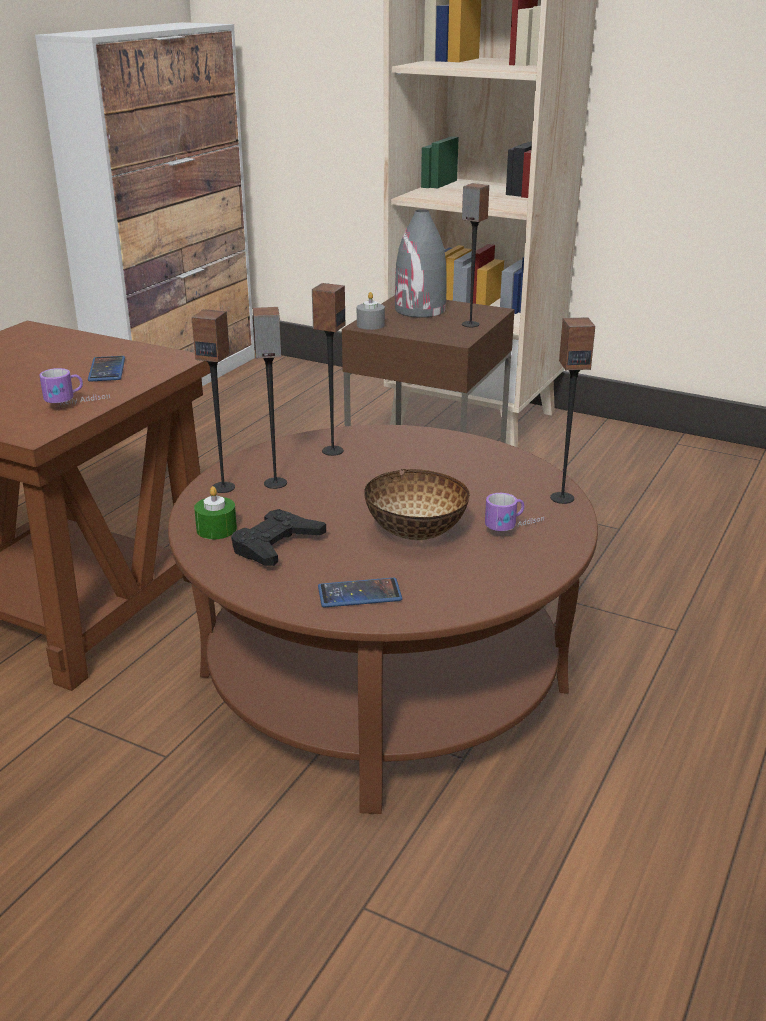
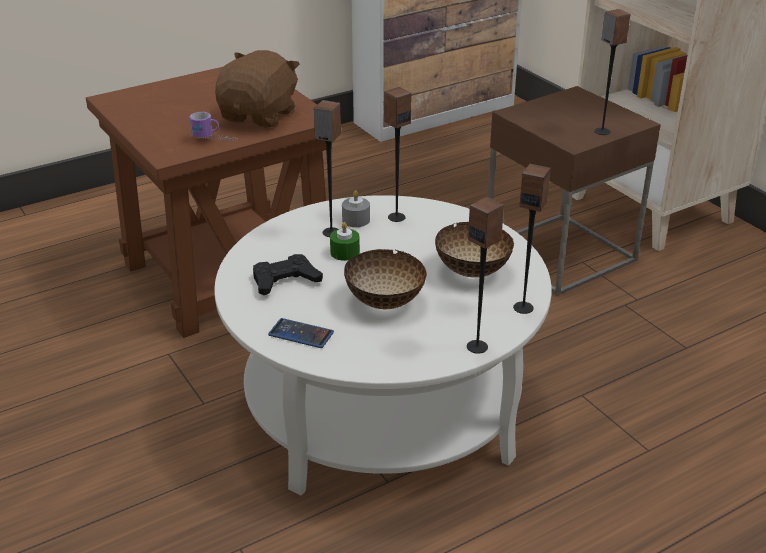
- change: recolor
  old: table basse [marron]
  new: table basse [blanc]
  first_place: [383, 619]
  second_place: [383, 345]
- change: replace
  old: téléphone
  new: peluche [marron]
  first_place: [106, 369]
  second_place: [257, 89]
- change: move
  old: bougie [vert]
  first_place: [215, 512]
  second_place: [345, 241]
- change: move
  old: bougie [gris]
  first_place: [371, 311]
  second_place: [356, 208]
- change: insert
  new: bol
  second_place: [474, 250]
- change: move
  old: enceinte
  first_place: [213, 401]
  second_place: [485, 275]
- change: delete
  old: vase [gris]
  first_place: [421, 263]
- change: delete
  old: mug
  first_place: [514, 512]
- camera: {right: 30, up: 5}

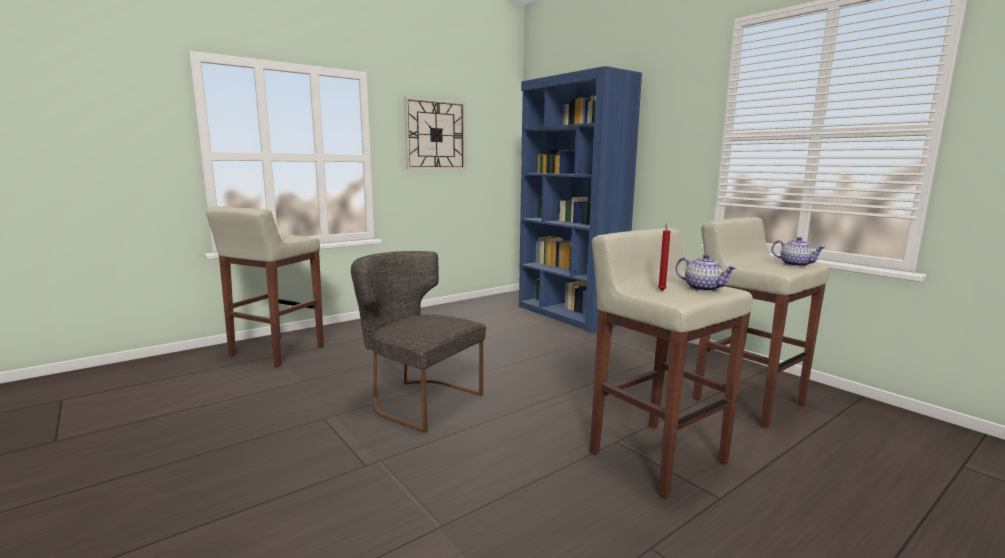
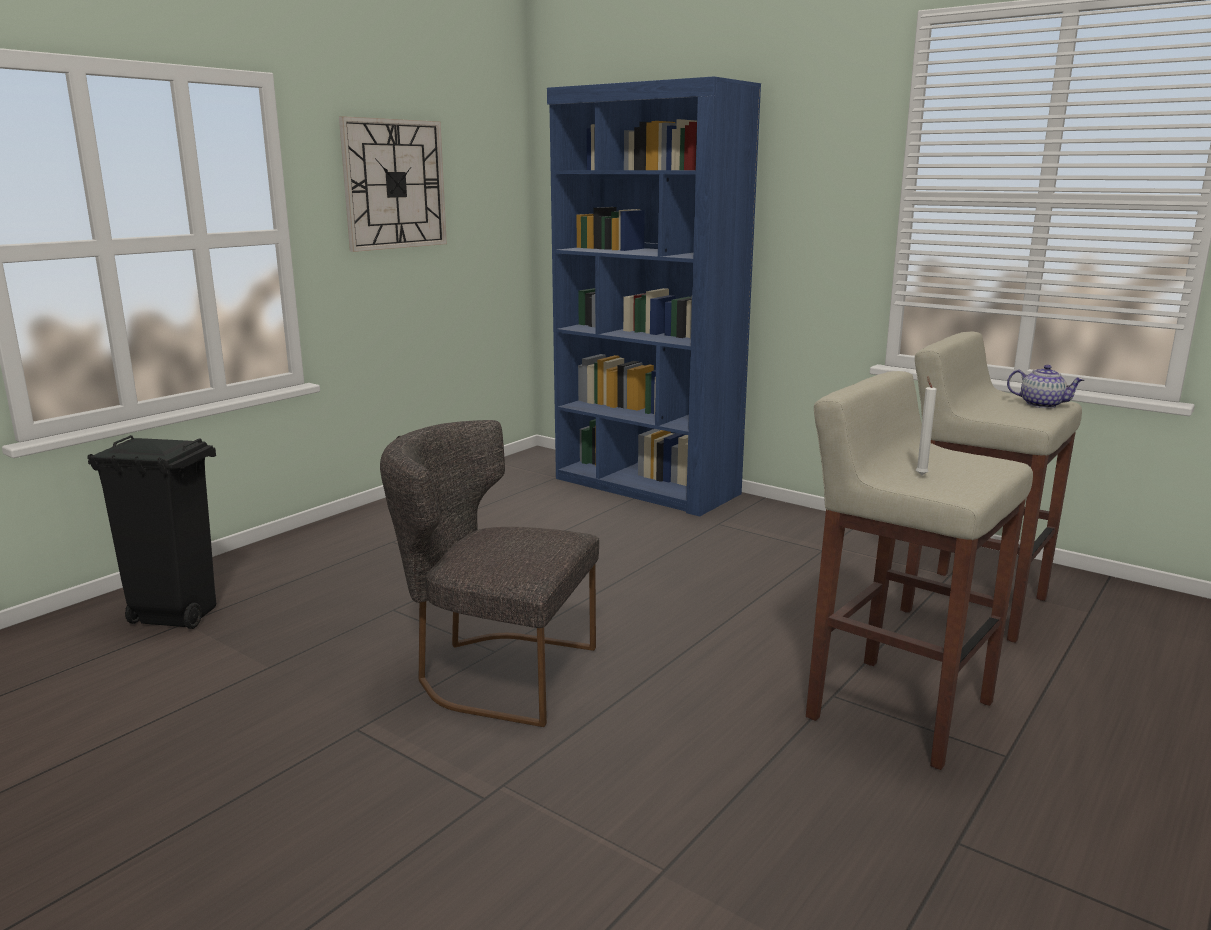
- change: replace
  old: tabouret [beige]
  new: poubelle [noir]
  first_place: [264, 286]
  second_place: [151, 532]
- change: recolor
  old: bougie [rouge]
  new: bougie [blanc]
  first_place: [664, 257]
  second_place: [926, 426]
- change: delete
  old: théière
  first_place: [706, 273]
- camera: {right: -15, up: 5}

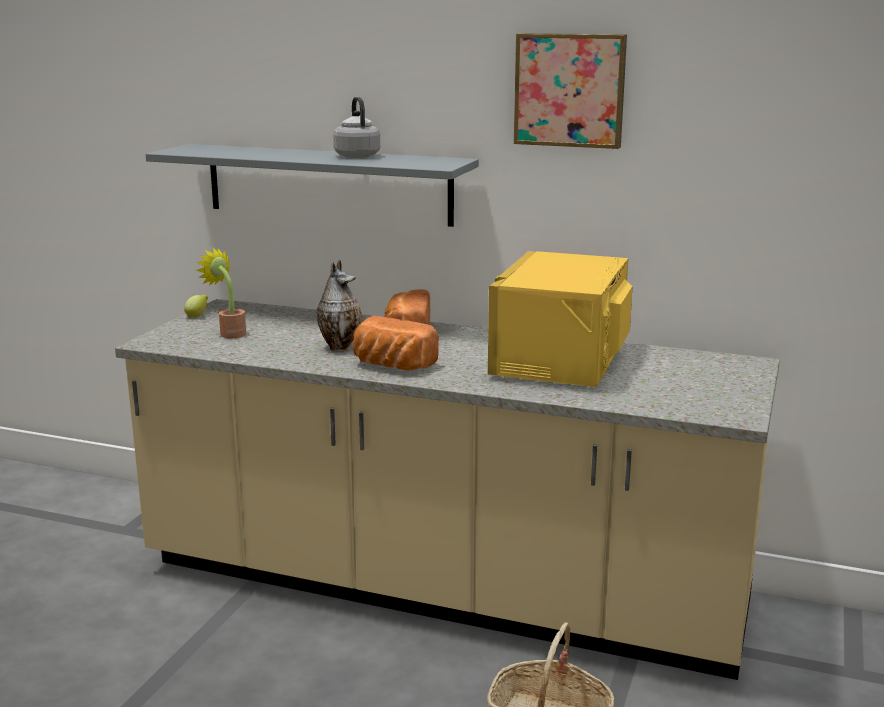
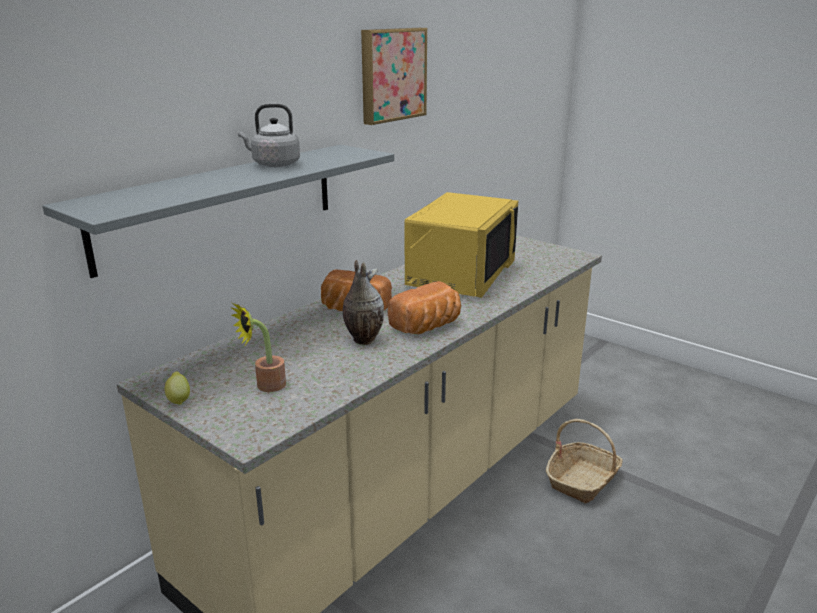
- change: rotate
  old: micro-ondes [jaune]
  first_place: [560, 319]
  second_place: [461, 245]
  degrees: -105
- camera: {right: -70, up: 5}

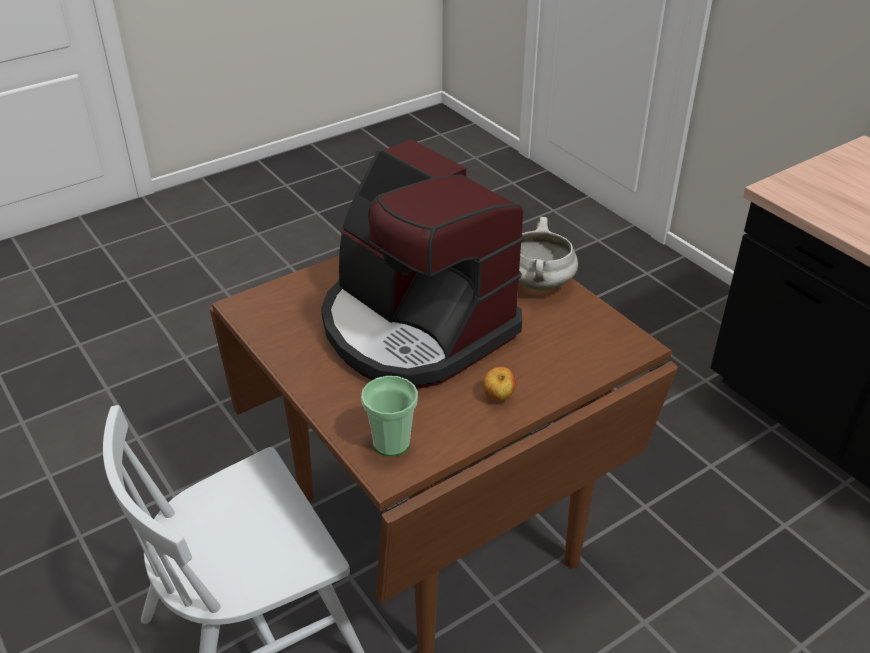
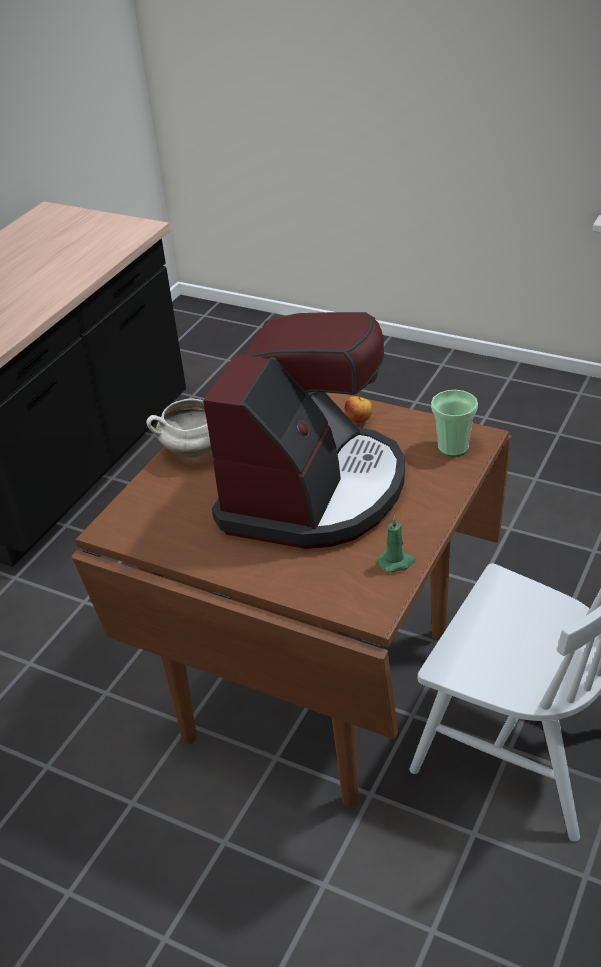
- change: insert
  new: bougie [vert]
  second_place: [397, 544]
- camera: {right: -115, up: 0}

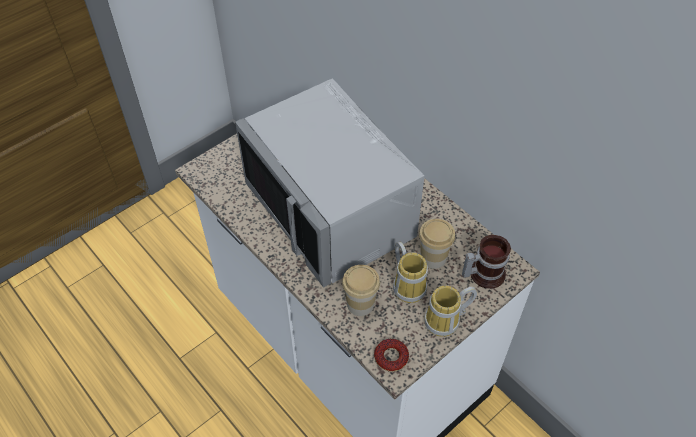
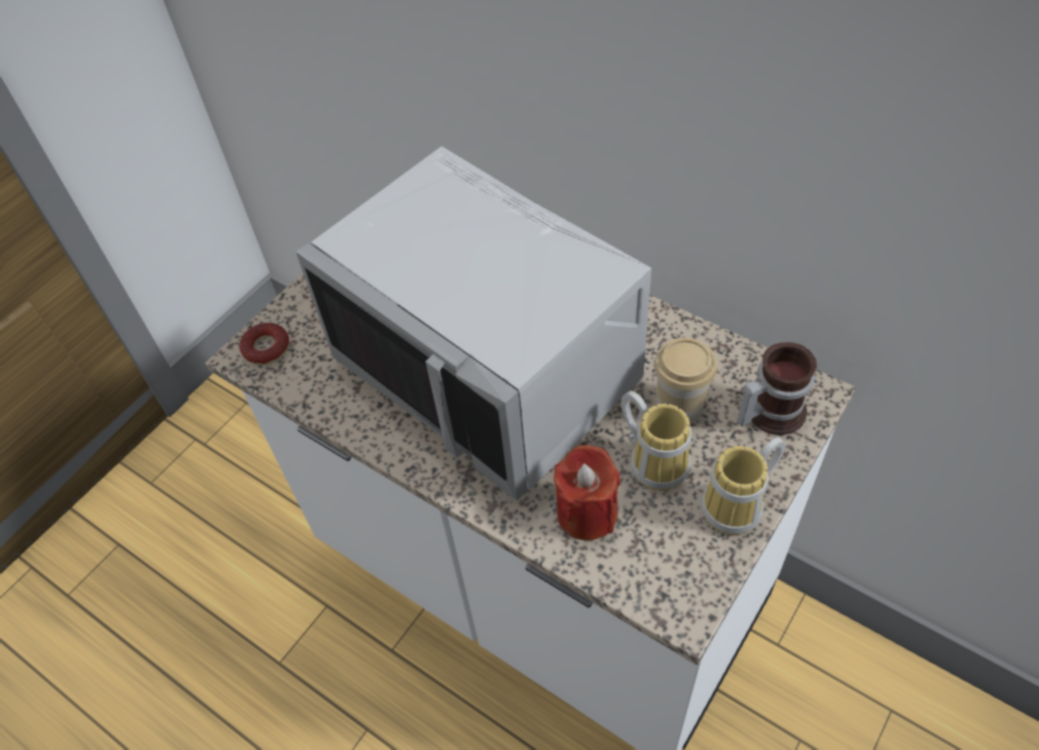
- change: move
  old: beignet
  first_place: [391, 355]
  second_place: [264, 344]
- change: replace
  old: tasse
  new: bougie [rouge]
  first_place: [361, 290]
  second_place: [587, 492]
- camera: {right: -10, up: 0}

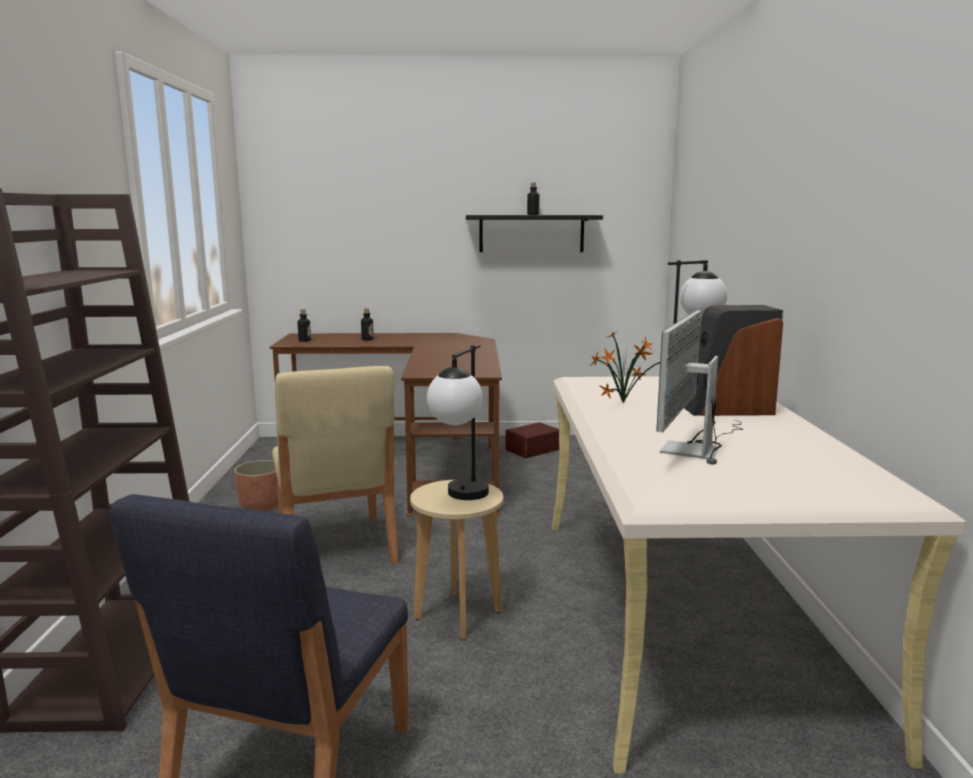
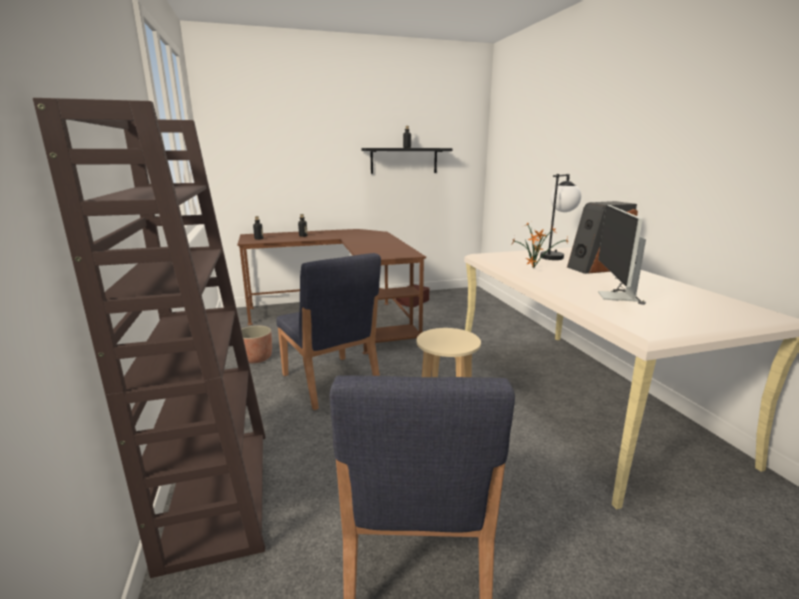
- change: recolor
  old: chaise [beige]
  new: chaise [bleu]
  first_place: [335, 465]
  second_place: [328, 331]
- change: delete
  old: lampe de table
  first_place: [458, 422]
- camera: {right: -15, up: 5}

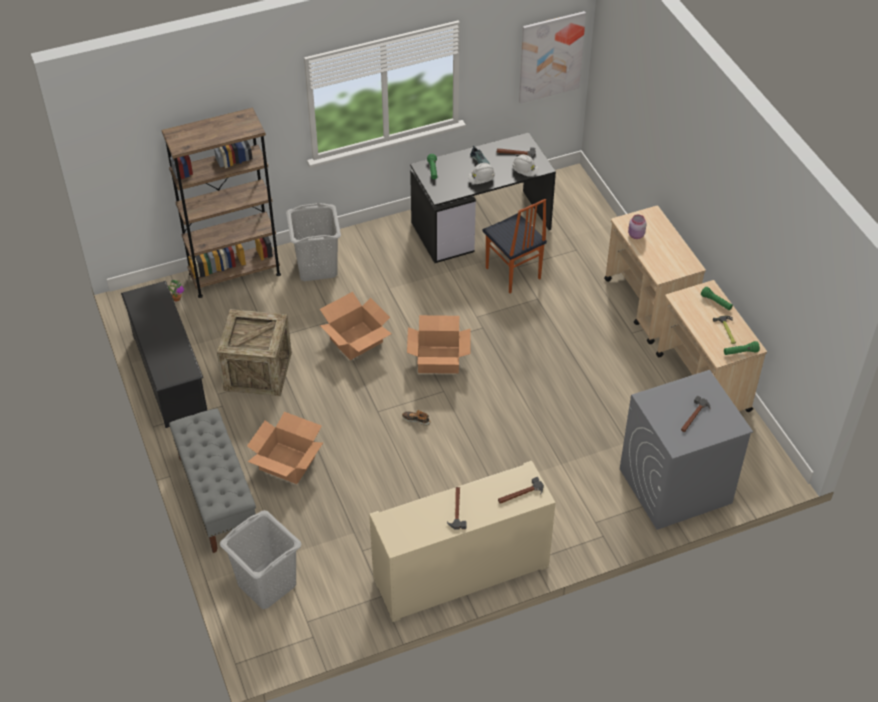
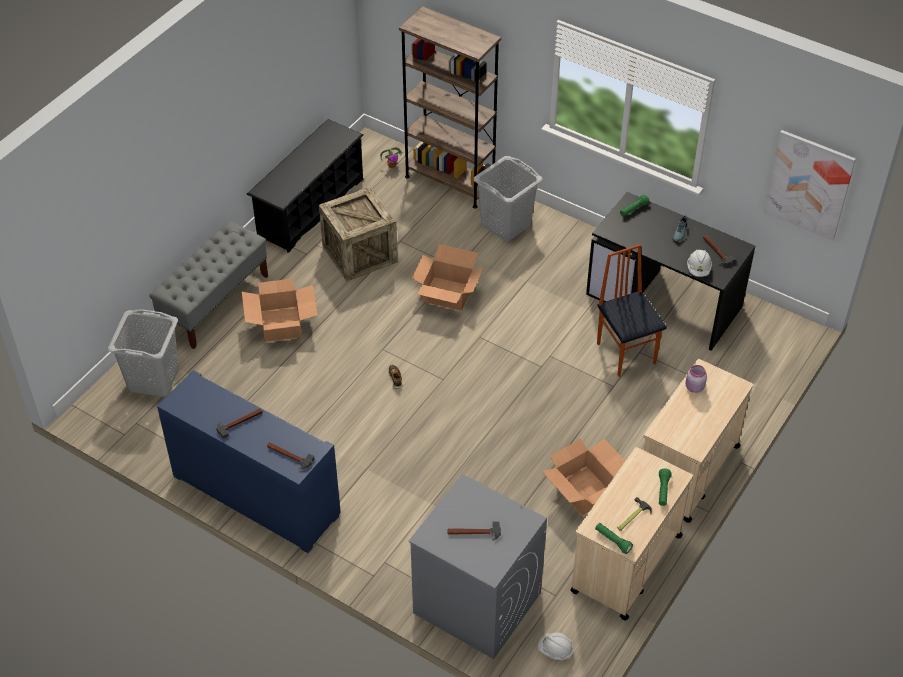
- change: recolor
  old: meuble de rangement [beige]
  new: meuble de rangement [bleu]
  first_place: [462, 541]
  second_place: [249, 461]
- change: move
  old: casque de chantier [blanc]
  first_place: [481, 173]
  second_place: [556, 646]
- change: move
  old: carton
  first_place: [439, 344]
  second_place: [583, 477]
- change: rotate
  old: chaise
  first_place: [515, 246]
  second_place: [632, 310]
  degrees: 135
- camera: {right: 55, up: 0}

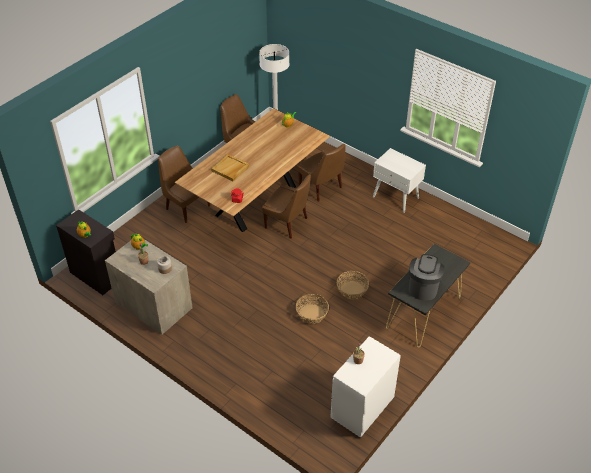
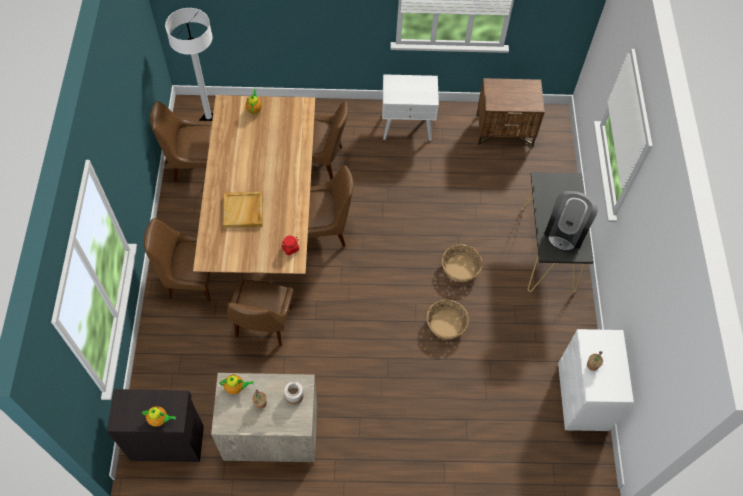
- change: insert
  new: chaise [marron]
  second_place: [260, 312]
- change: insert
  new: table de chevet [marron]
  second_place: [510, 112]
- change: rotate
  old: machine à café
  first_place: [426, 277]
  second_place: [571, 221]
  degrees: -135
- camera: {right: -40, up: 15}

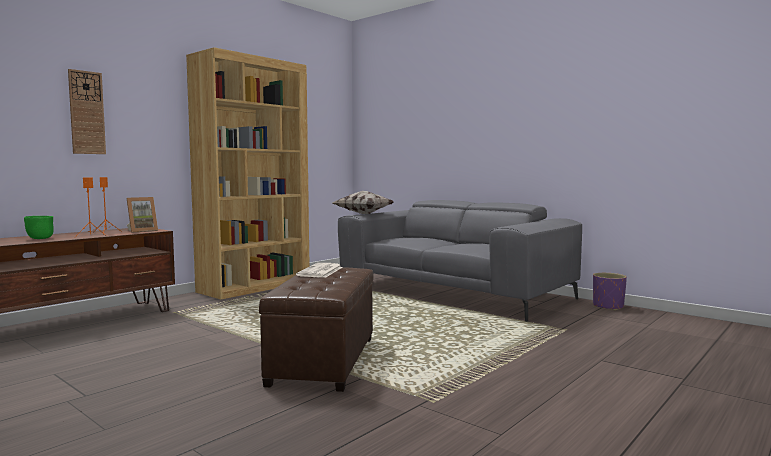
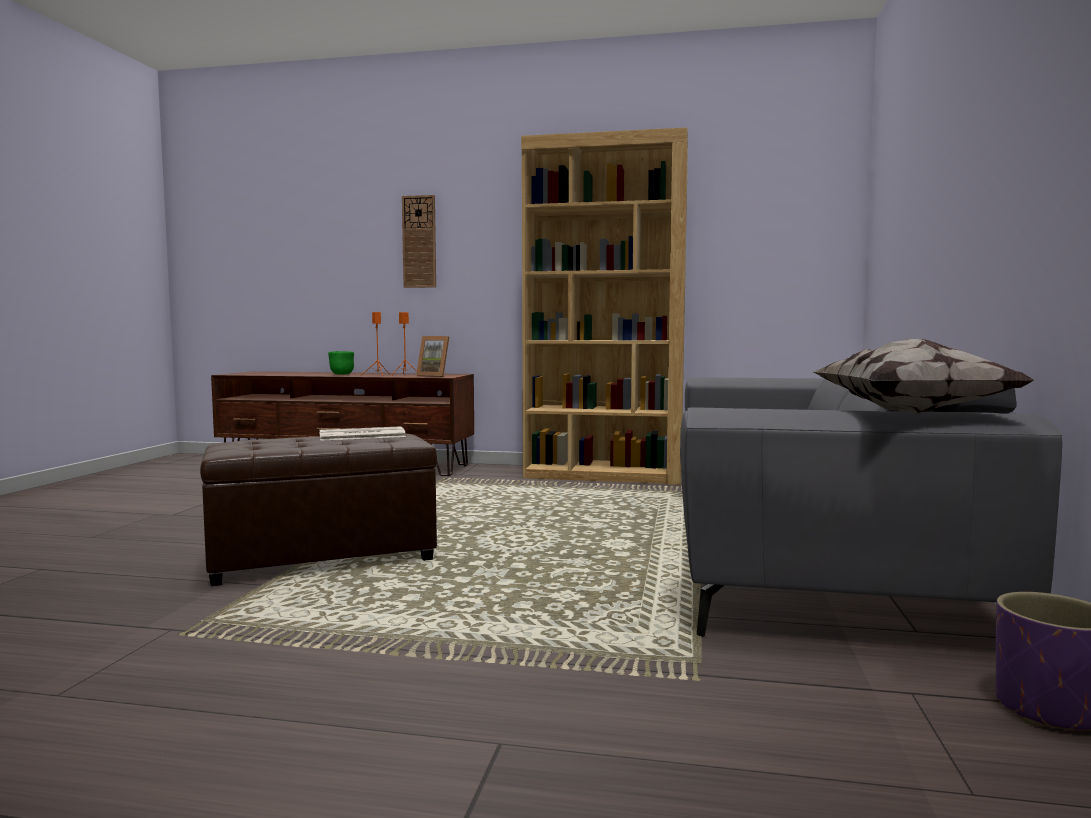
- change: move
  old: coussin
  first_place: [363, 202]
  second_place: [924, 376]
- camera: {right: 60, up: 0}

